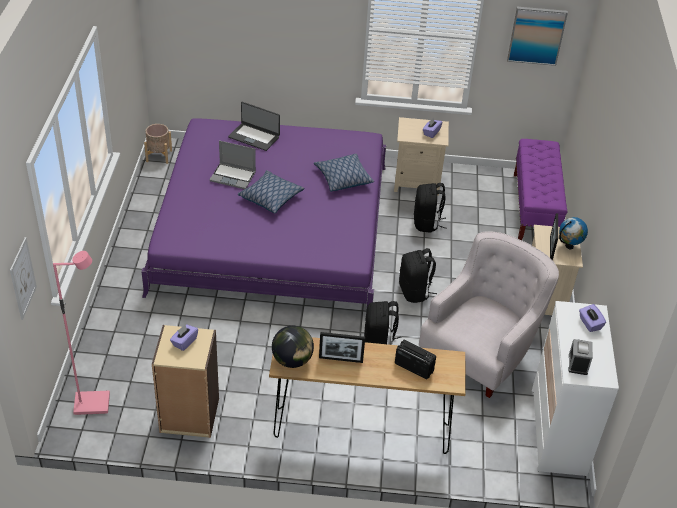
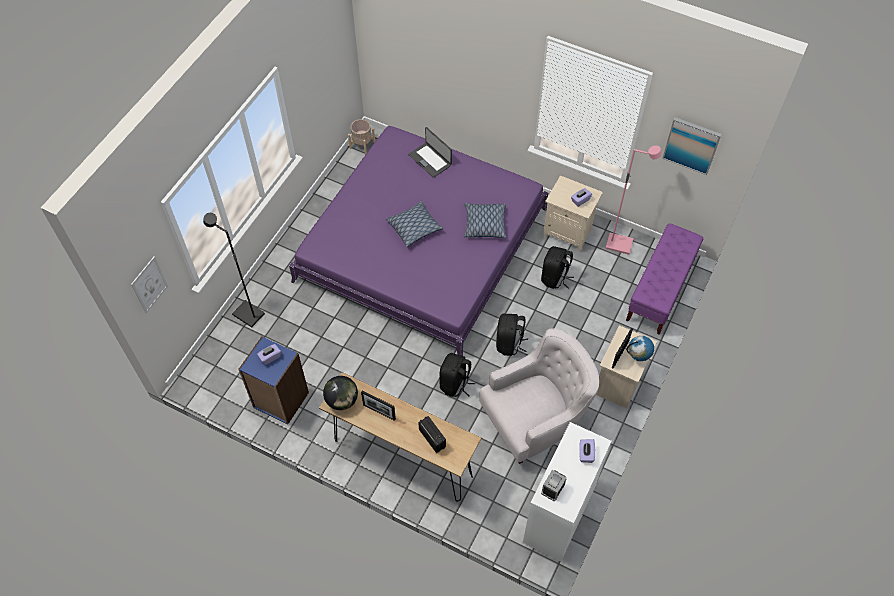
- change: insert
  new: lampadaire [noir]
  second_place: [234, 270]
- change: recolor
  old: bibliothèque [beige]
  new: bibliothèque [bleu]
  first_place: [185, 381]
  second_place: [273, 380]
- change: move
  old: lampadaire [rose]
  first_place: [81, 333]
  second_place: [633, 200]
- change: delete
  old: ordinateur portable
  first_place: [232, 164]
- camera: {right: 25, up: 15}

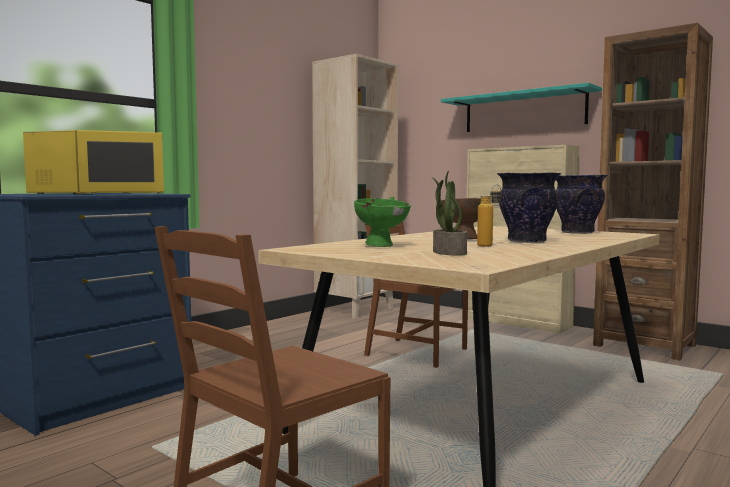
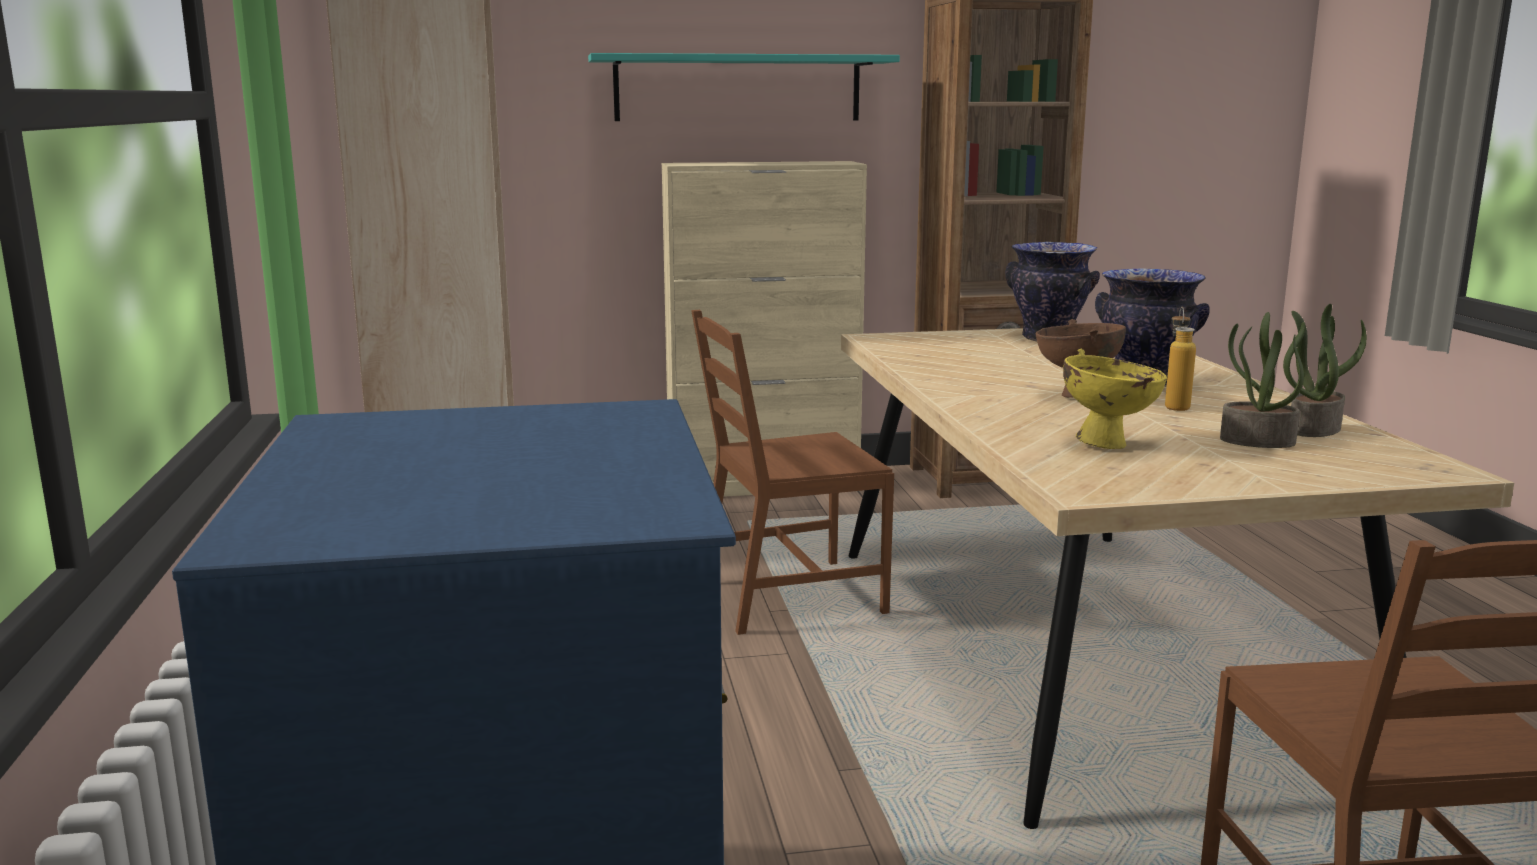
- change: recolor
  old: bol [vert]
  new: bol [jaune]
  first_place: [382, 221]
  second_place: [1115, 399]
- change: insert
  new: plante en pot
  second_place: [1325, 370]
- change: delete
  old: micro-ondes [jaune]
  first_place: [93, 162]
- camera: {right: -50, up: 10}

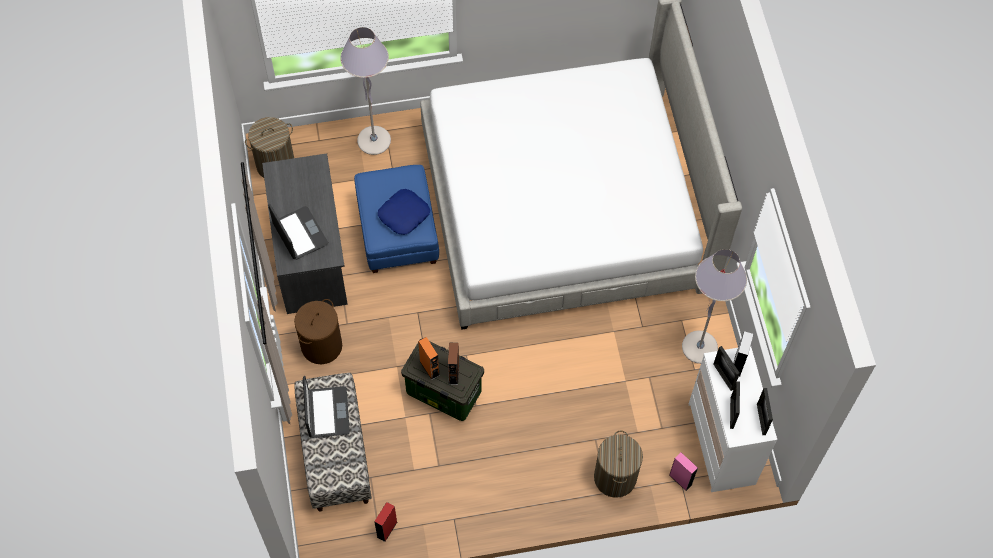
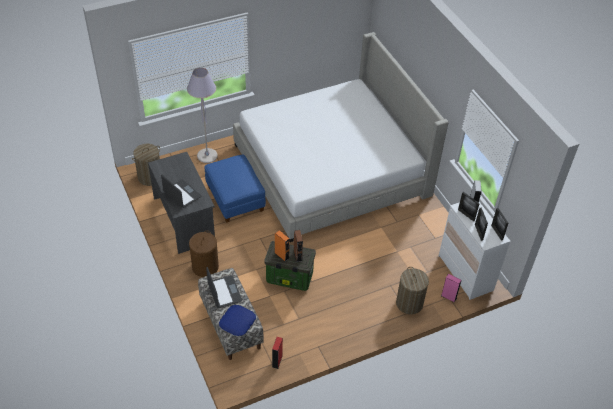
- change: move
  old: coussin [bleu]
  first_place: [404, 212]
  second_place: [237, 320]
- change: delete
  old: lampadaire [gris]
  first_place: [714, 306]
- camera: {right: -15, up: -15}

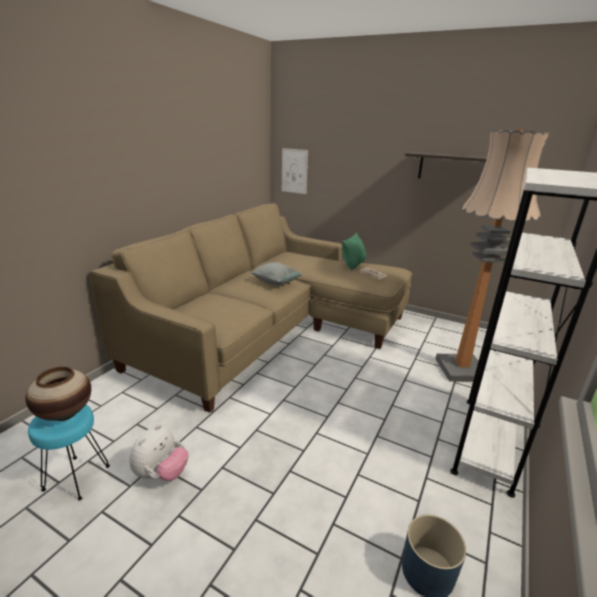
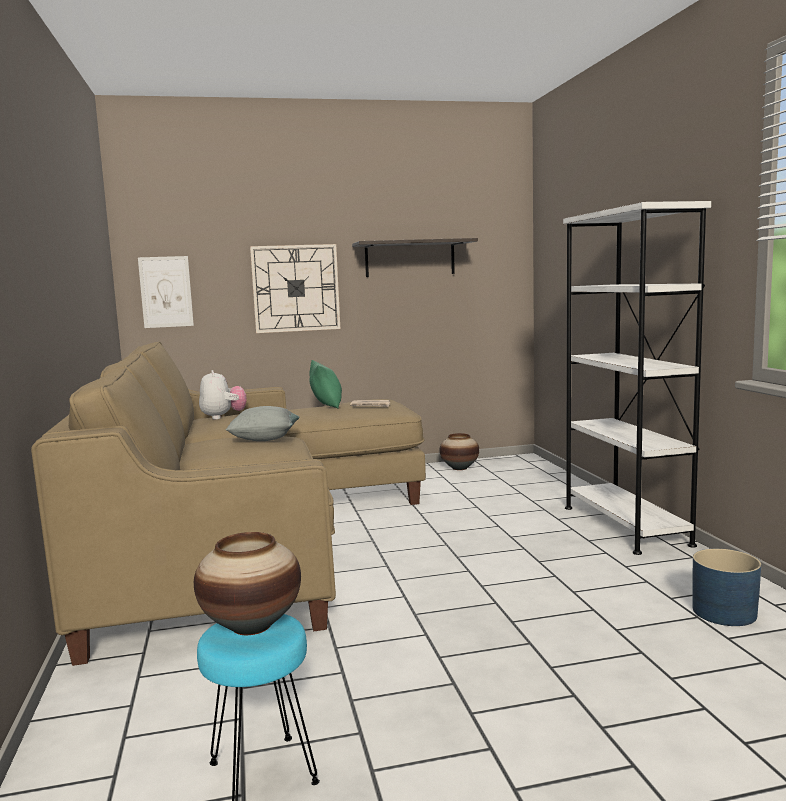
- change: move
  old: peluche
  first_place: [159, 452]
  second_place: [223, 395]
- change: insert
  new: horloge murale
  second_place: [295, 288]
- change: insert
  new: vase
  second_place: [459, 451]
- change: delete
  old: lampadaire
  first_place: [493, 255]
- camera: {right: -40, up: -15}

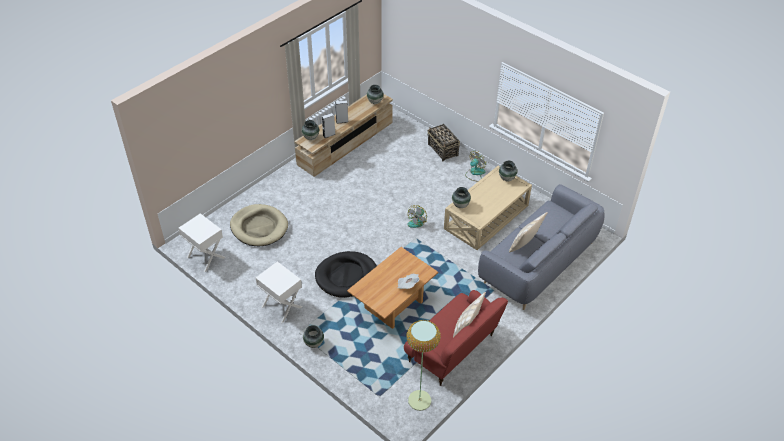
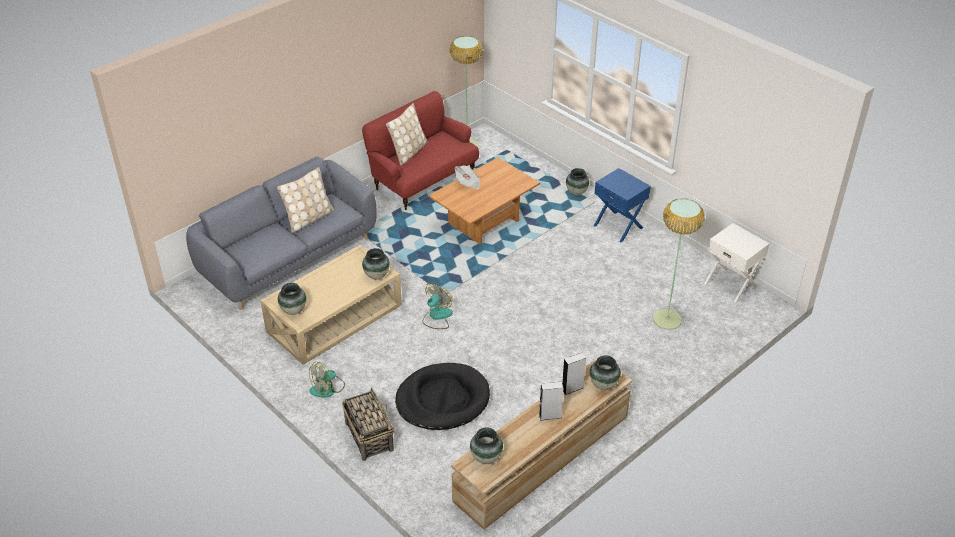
- change: move
  old: panier pour chien [noir]
  first_place: [346, 274]
  second_place: [442, 396]
- change: recolor
  old: table de chevet [blanc]
  new: table de chevet [bleu]
  first_place: [279, 292]
  second_place: [622, 205]
- change: replace
  old: panier pour chien [beige]
  new: lampadaire
  first_place: [259, 225]
  second_place: [679, 264]
- camera: {right: -175, up: -5}

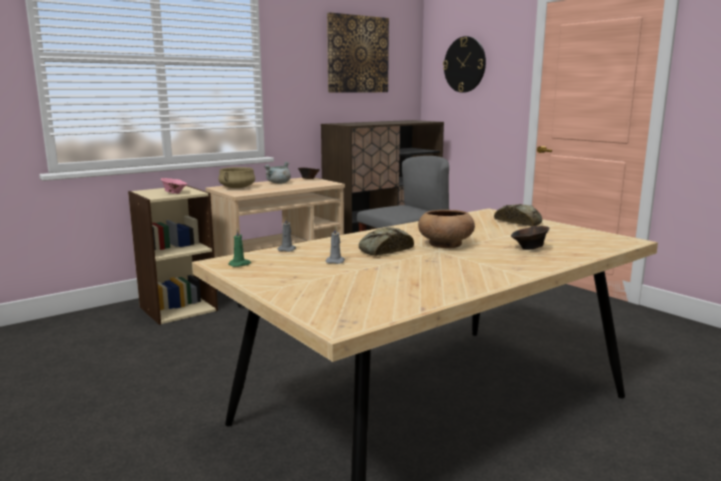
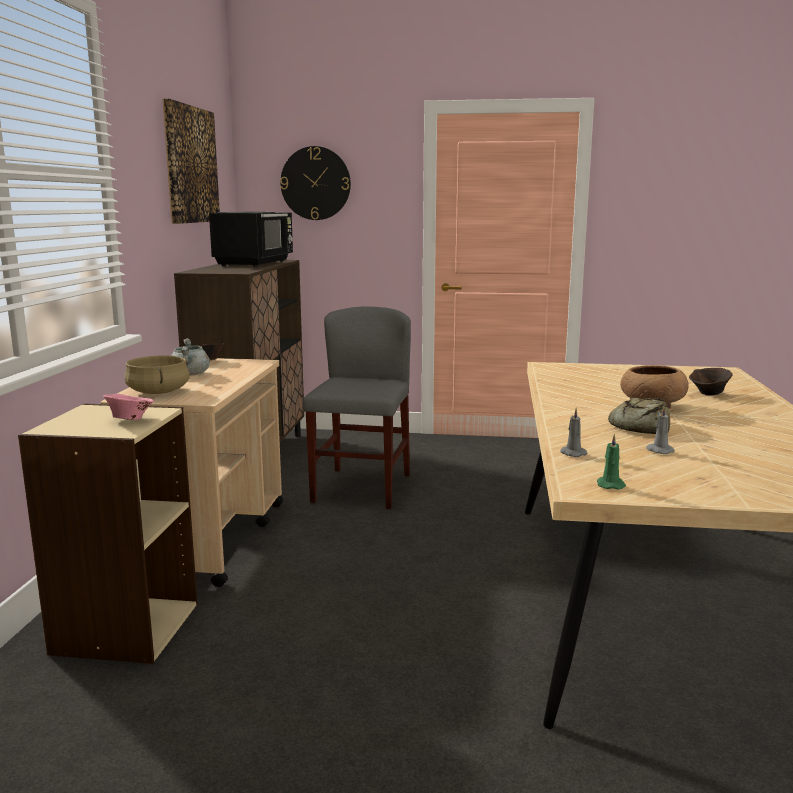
- change: insert
  new: micro-ondes [noir]
  second_place: [251, 239]
- change: delete
  old: pain
  first_place: [518, 215]
- camera: {right: -45, up: 0}

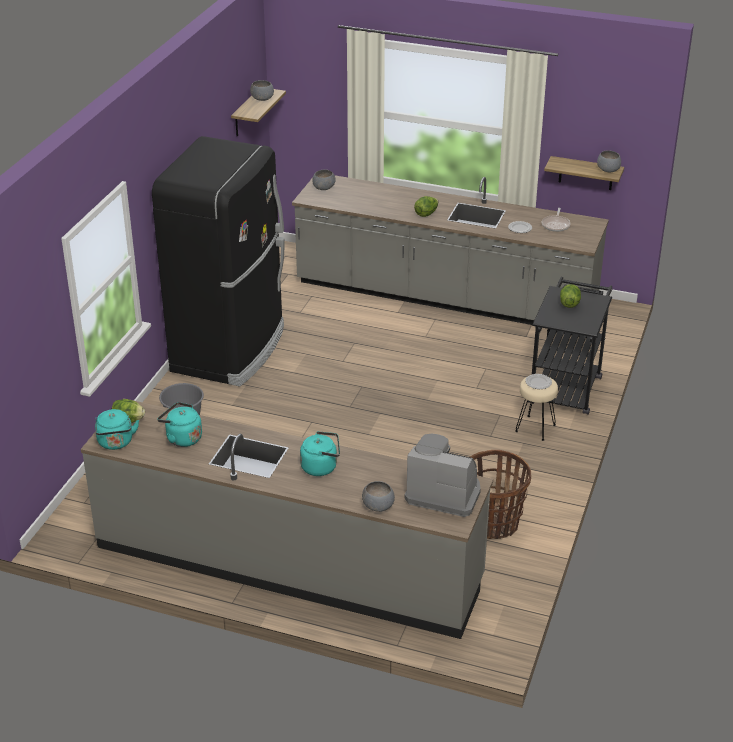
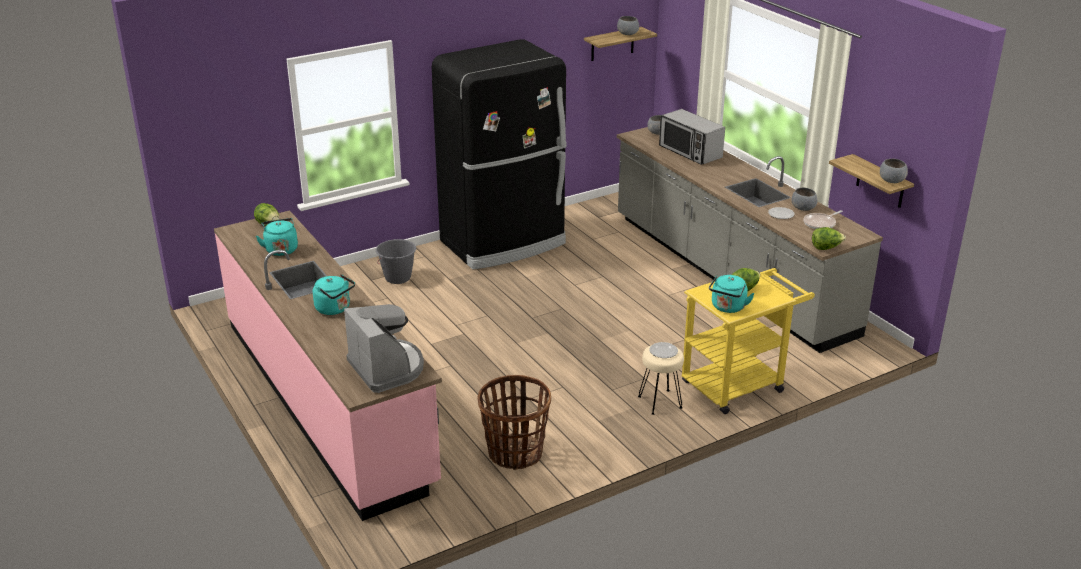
- change: recolor
  old: comptoir de cuisine [gris]
  new: comptoir de cuisine [rose]
  first_place: [287, 518]
  second_place: [328, 365]
- change: insert
  new: micro-ondes
  second_place: [692, 137]
- change: recolor
  old: chariot [noir]
  new: chariot [jaune]
  first_place: [570, 346]
  second_place: [748, 341]
- change: move
  old: bouilloire [turquoise]
  first_place: [117, 429]
  second_place: [732, 294]
- change: move
  old: bol [gris]
  first_place: [378, 496]
  second_place: [804, 199]
- change: move
  old: laitue
  first_place: [426, 206]
  second_place: [829, 238]
- camera: {right: 40, up: -5}

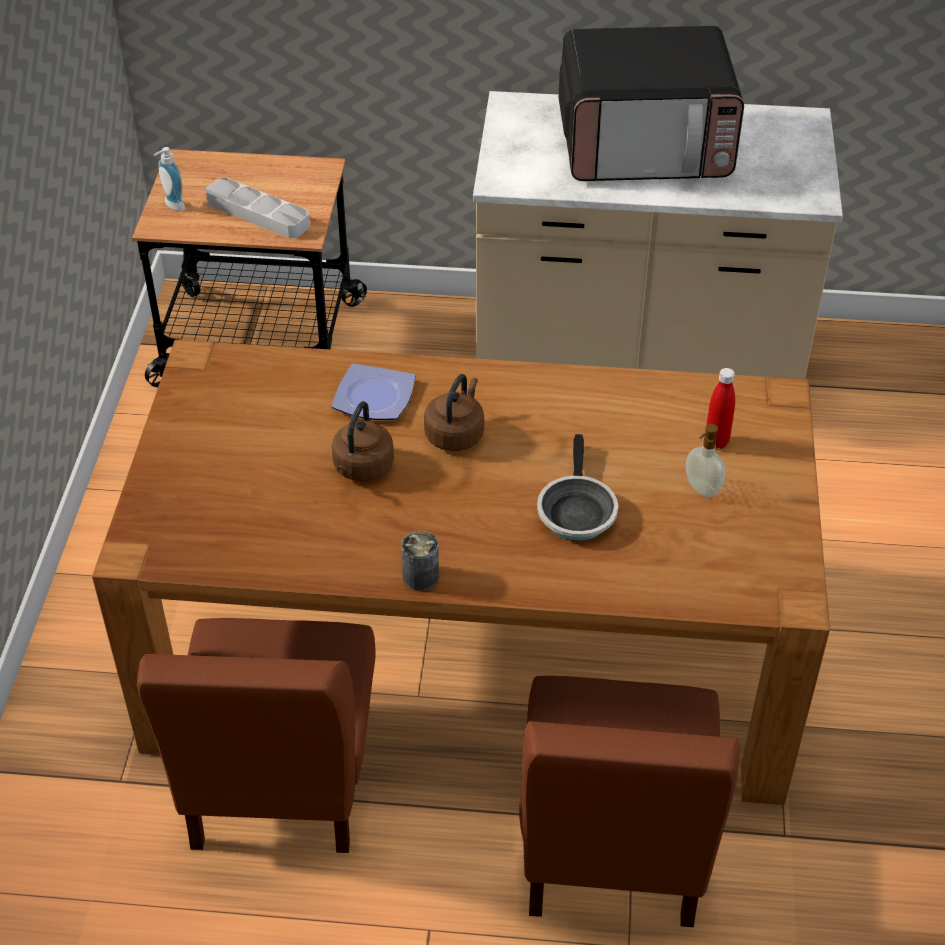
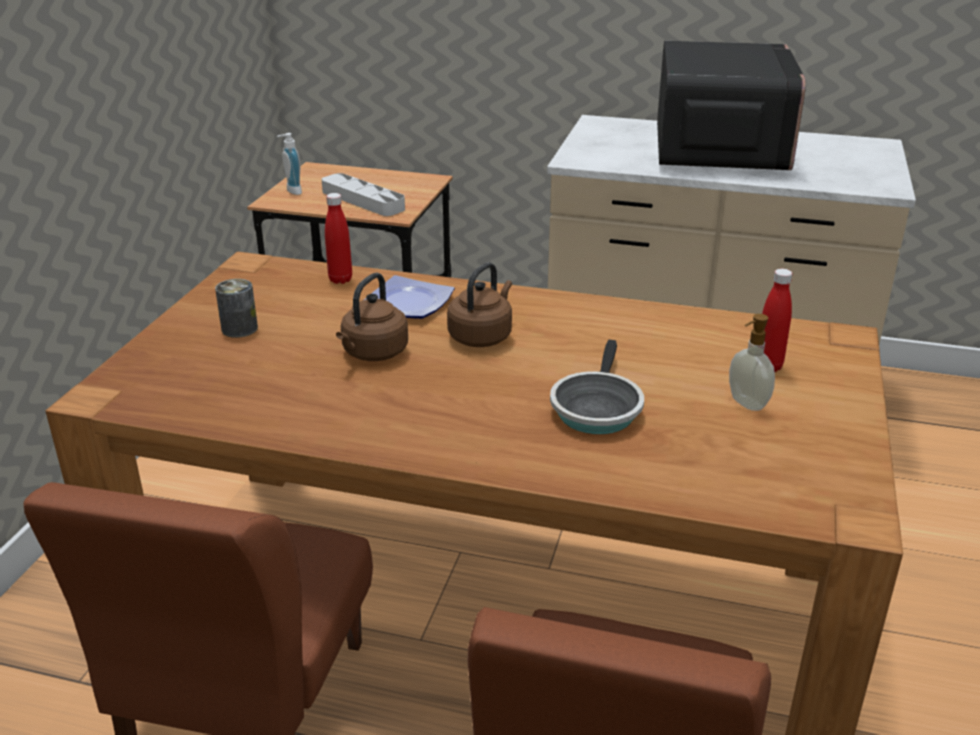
- change: move
  old: boîte métallique
  first_place: [420, 561]
  second_place: [236, 308]
- change: insert
  new: bouteille [rouge]
  second_place: [338, 238]
- change: rotate
  old: micro-ondes
  first_place: [651, 103]
  second_place: [731, 105]
  degrees: -90
- camera: {right: 10, up: -15}

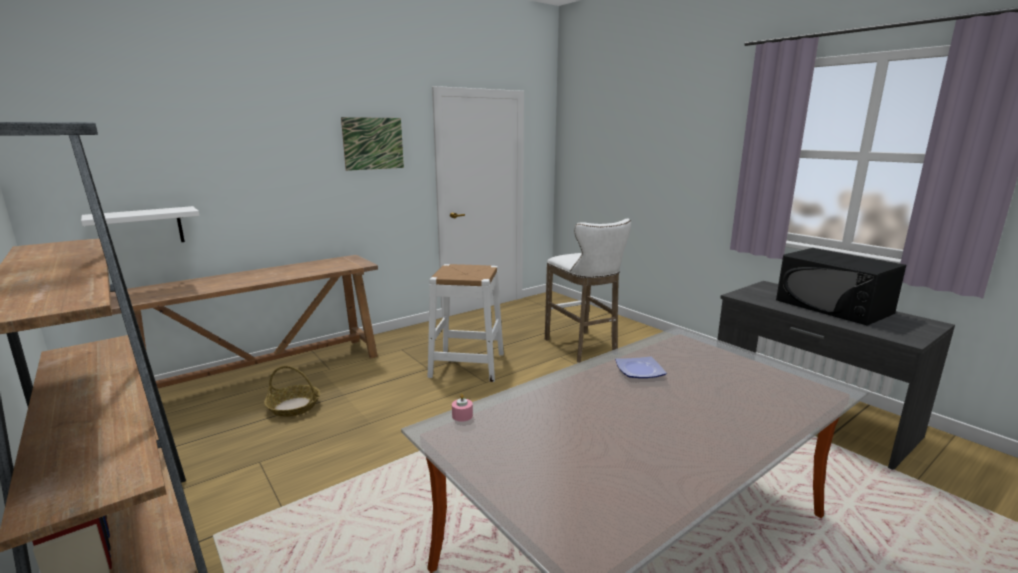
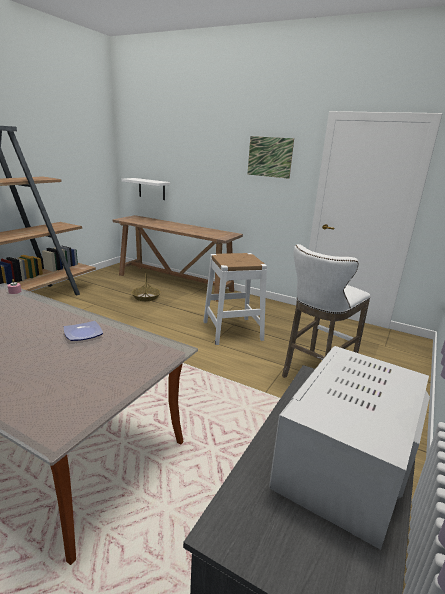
- change: recolor
  old: micro-ondes [noir]
  new: micro-ondes [blanc]
  first_place: [841, 287]
  second_place: [349, 448]
- camera: {right: 65, up: 5}

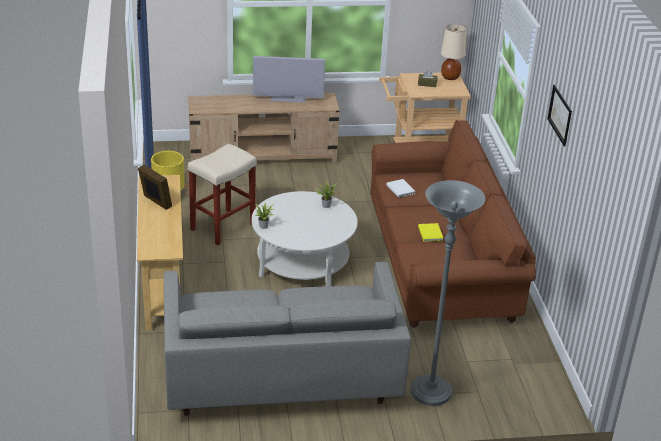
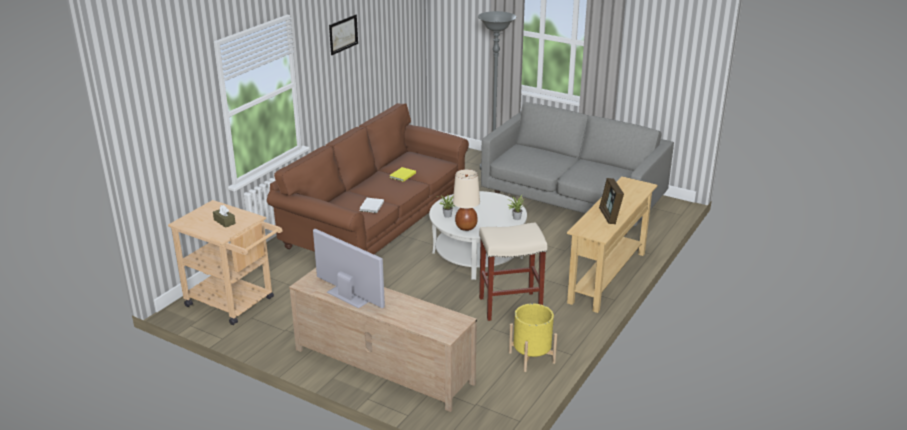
- change: move
  old: lampe de table [beige]
  first_place: [453, 52]
  second_place: [466, 200]
- camera: {right: -140, up: -5}

